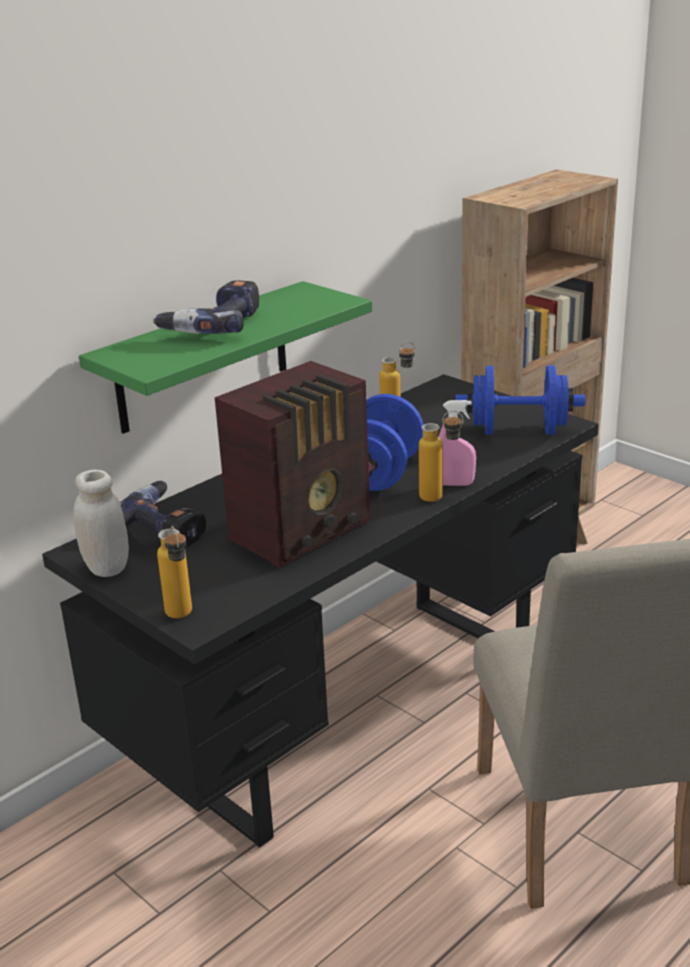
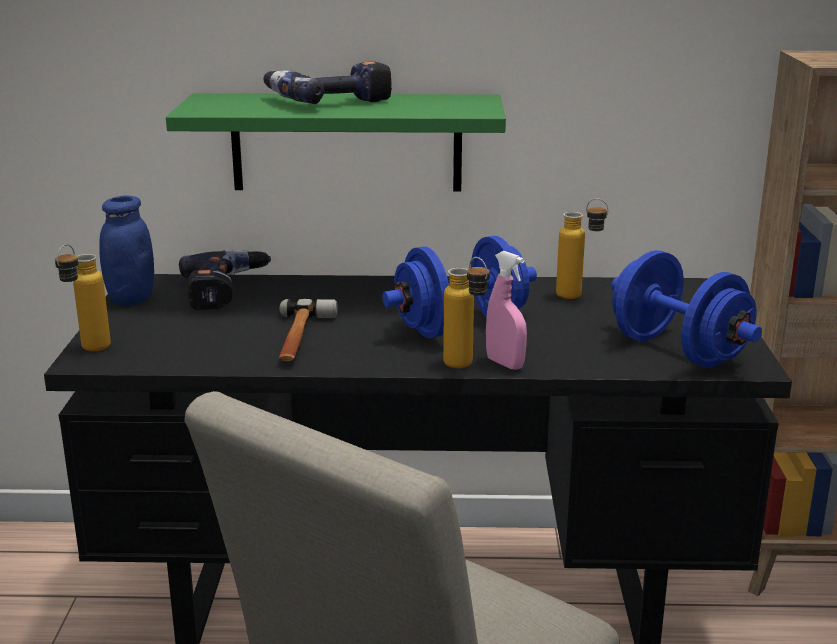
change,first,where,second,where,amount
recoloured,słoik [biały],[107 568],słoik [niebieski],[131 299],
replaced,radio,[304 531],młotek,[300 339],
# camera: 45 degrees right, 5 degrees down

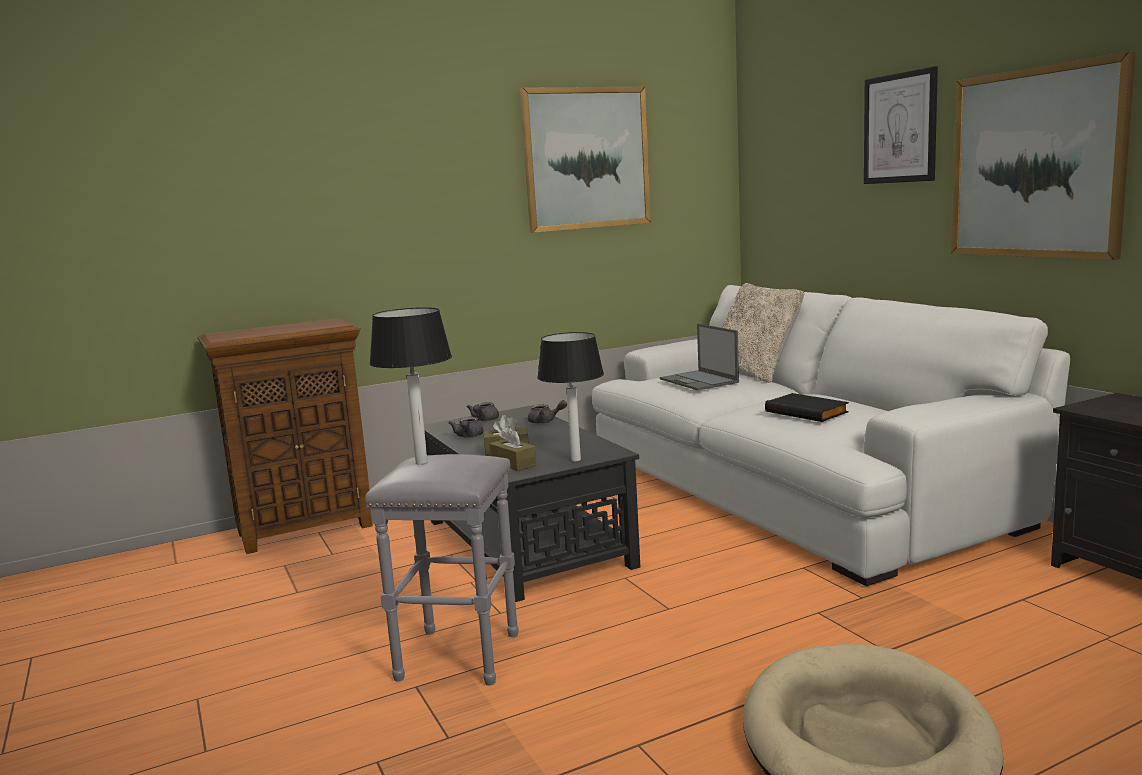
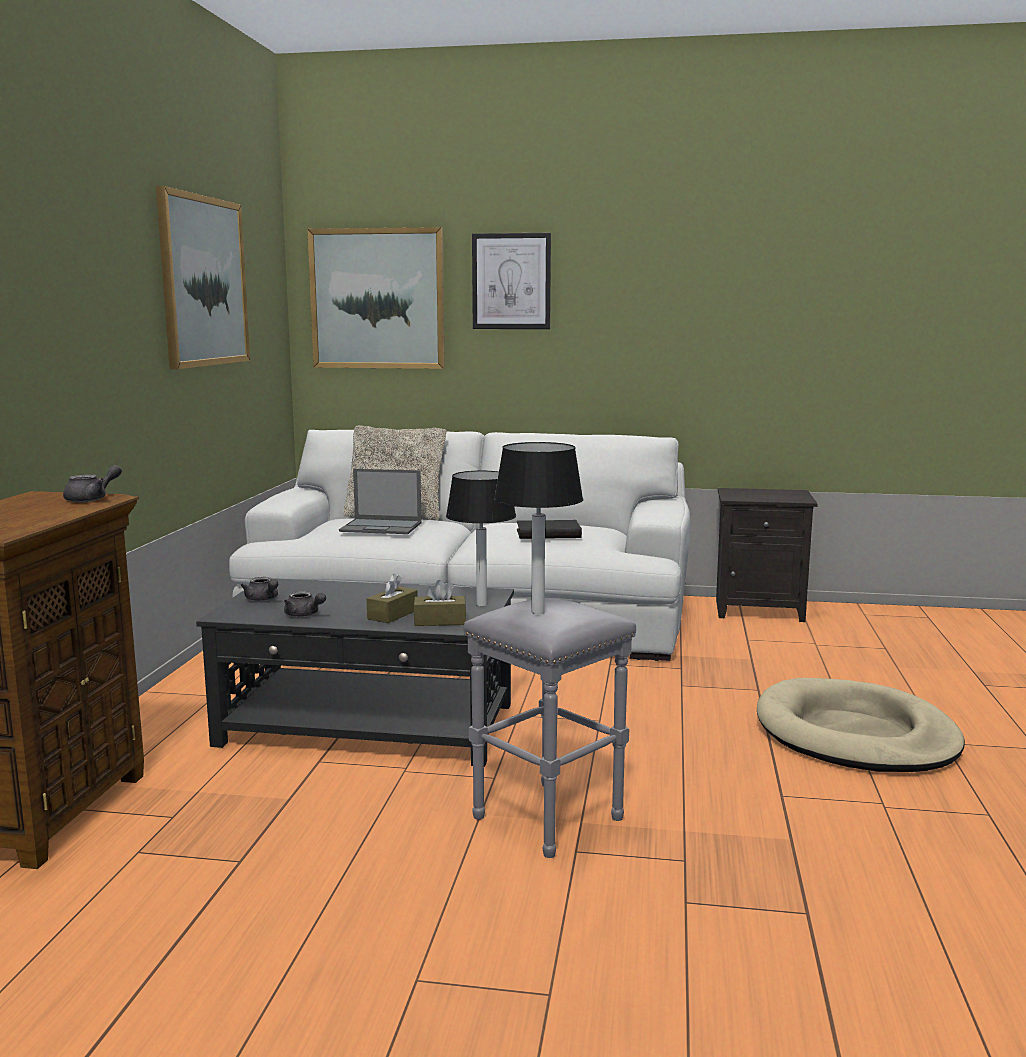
change,first,where,second,where,amount
moved,imbryk [szary],[545 421],,[92 499],
moved,obraz,[1035 163],,[377 299],
# camera: 55 degrees left, 0 degrees up

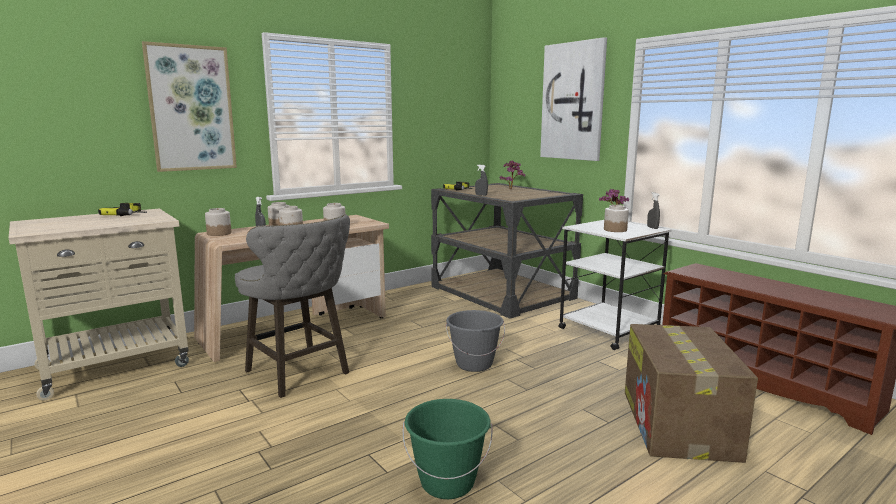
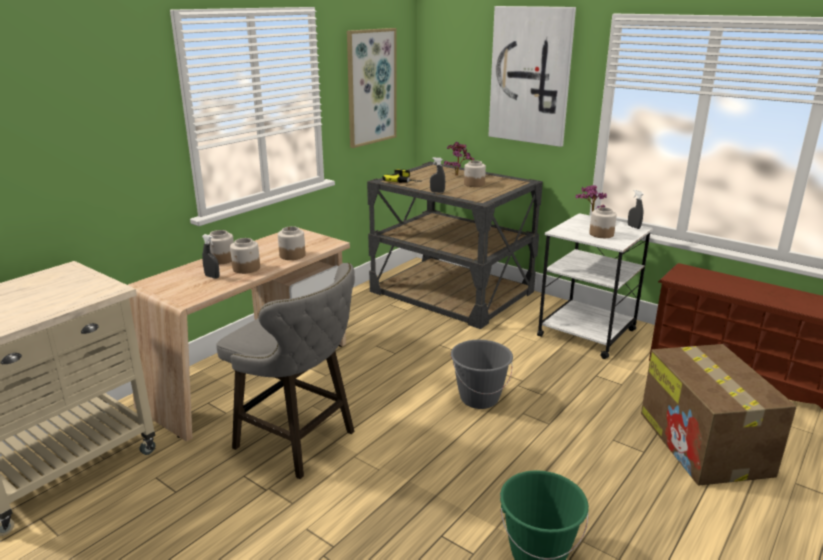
change,first,where,second,where,amount
removed,wiertarka,[132 214],,,
moved,obraz,[191 108],,[371 87],
moved,słoik,[219 233],,[474 184],
# camera: 15 degrees left, 10 degrees up

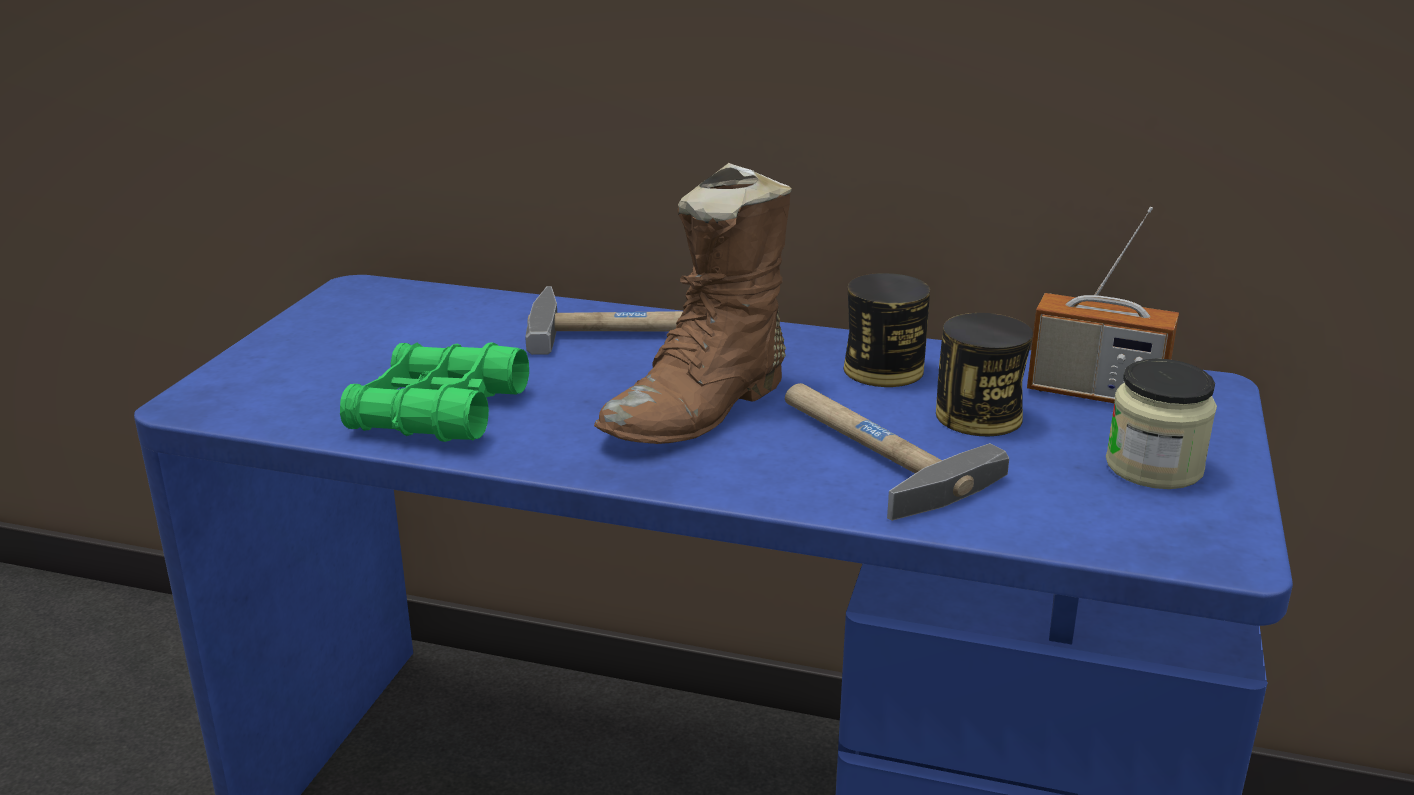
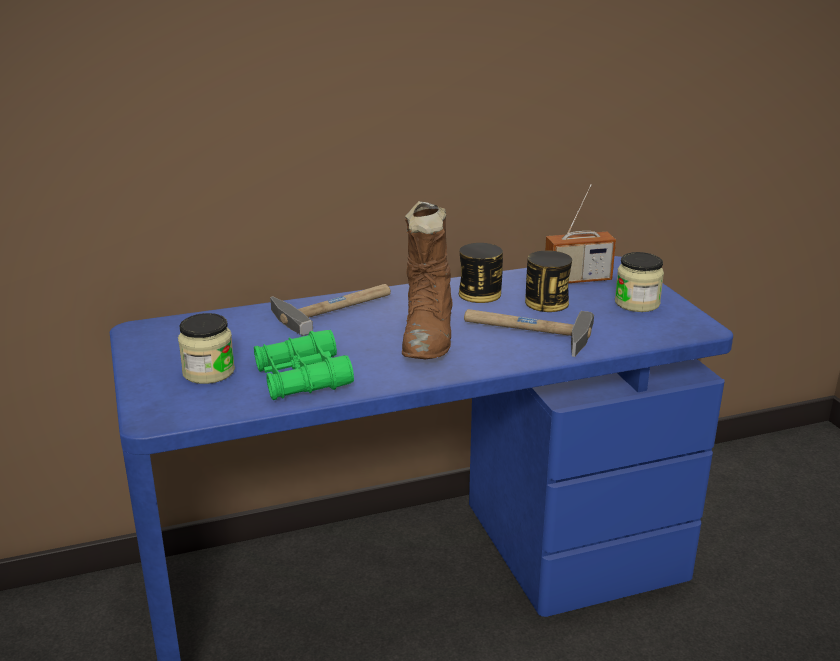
change,first,where,second,where,amount
added,,,słoik,[208 372],
# camera: 35 degrees left, 0 degrees up

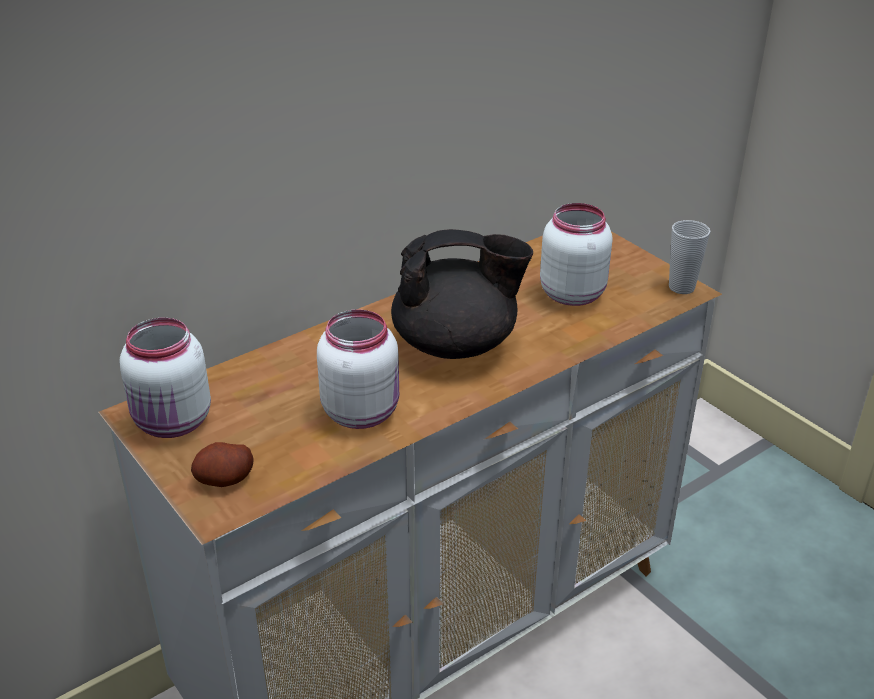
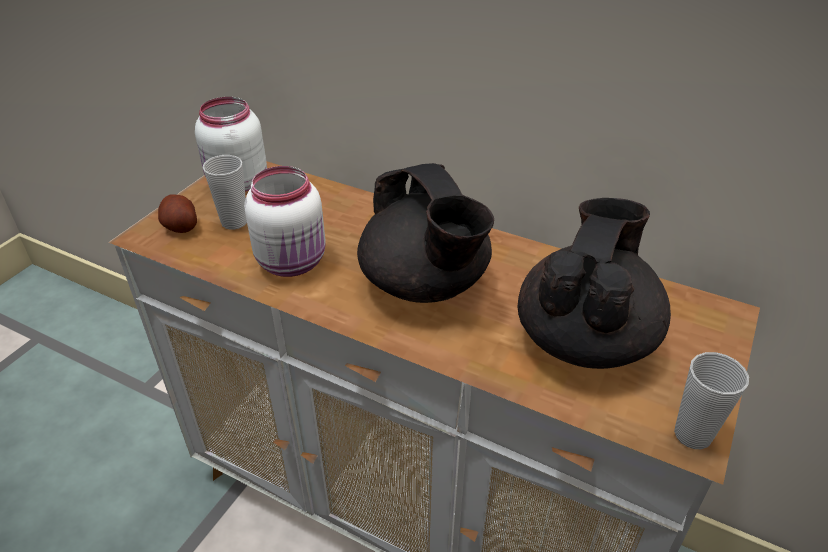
change,first,where,second,where,amount
replaced,słoik [biały],[572 293],imbryk [czarny],[585 338],
added,,,filiżanka,[234 222],
# camera: 65 degrees right, 5 degrees up

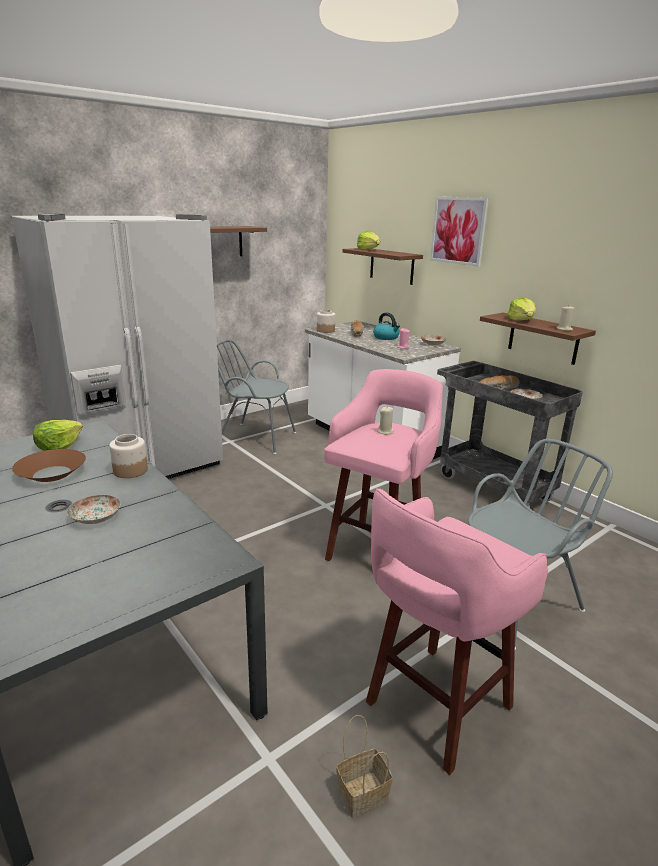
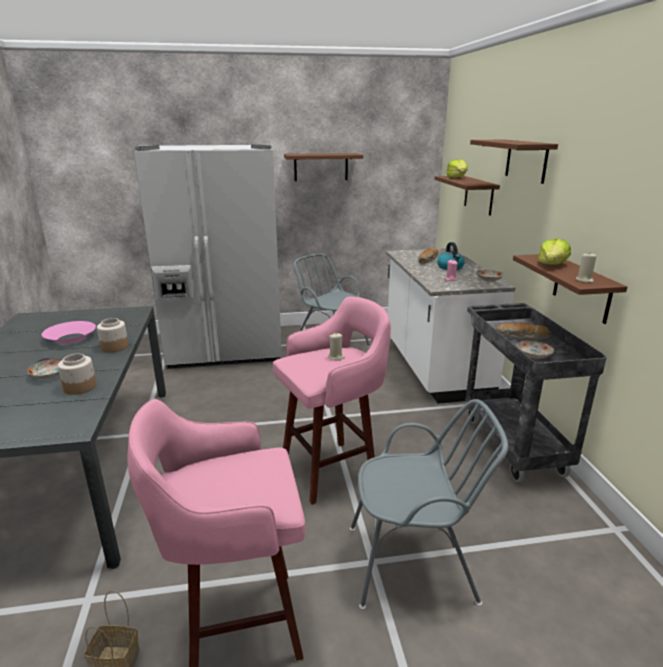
change,first,where,second,where,amount
recoloured,miska [brązowy],[51 473],miska [różowy],[71 338],
removed,sałata,[59 447],,,
moved,słoik,[325 330],,[80 387],
replaced,obraz,[458 230],półka [brązowy],[526 160],
# camera: 30 degrees right, 0 degrees up

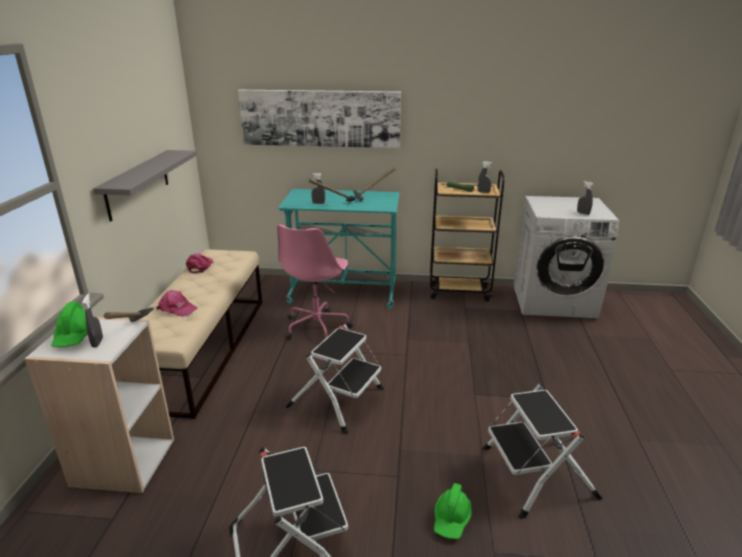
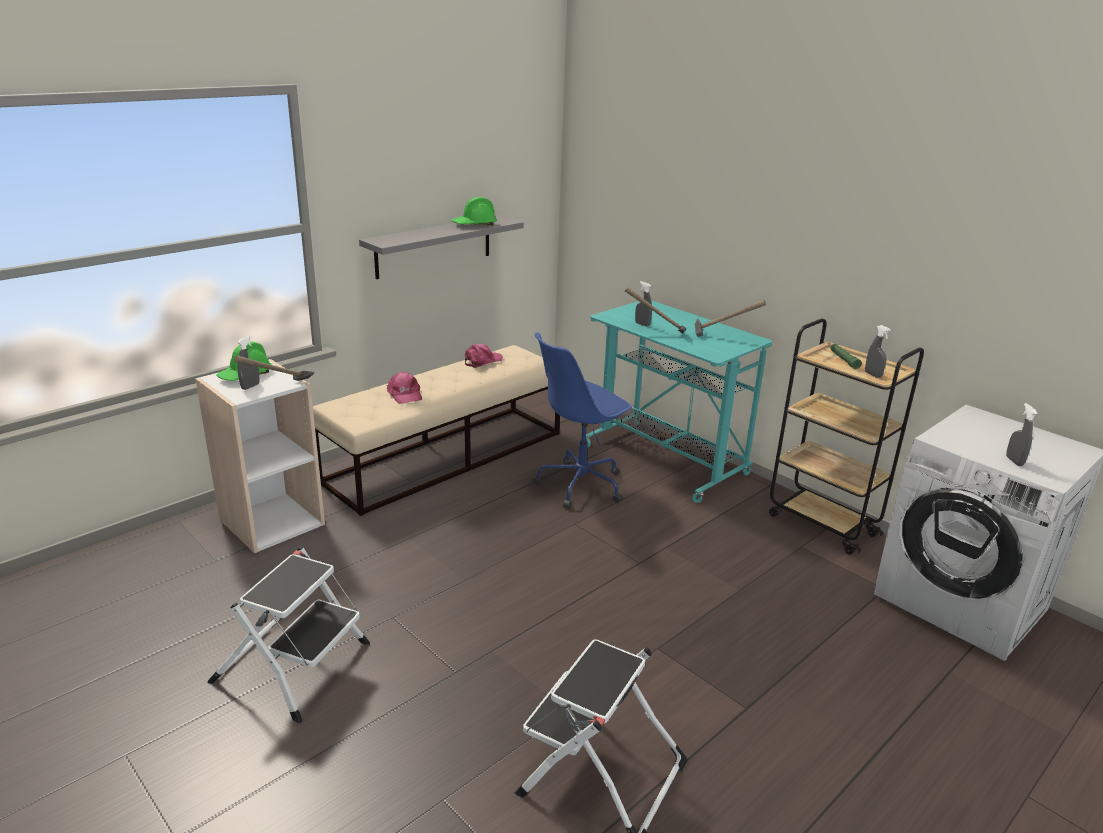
change,first,where,second,where,amount
removed,obraz,[320 118],,,
recoloured,krzesło biurowe [różowy],[316 328],krzesło biurowe [niebieski],[578 486],
removed,drabinka,[336 399],,,
moved,kask [zielony],[451 519],,[474 224],
# camera: 40 degrees right, 0 degrees up

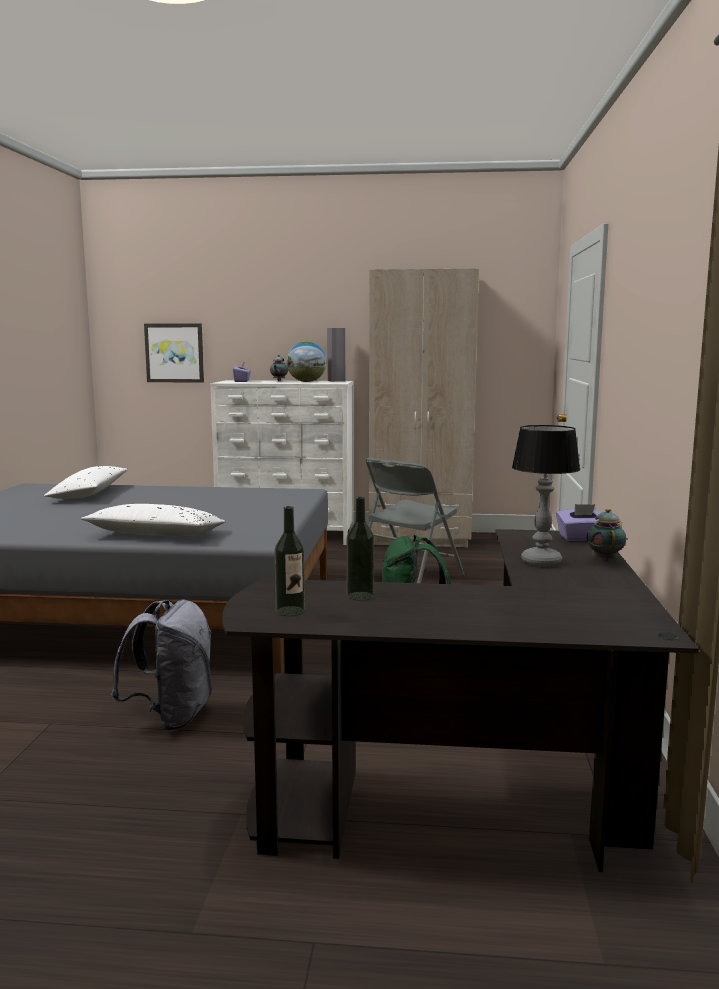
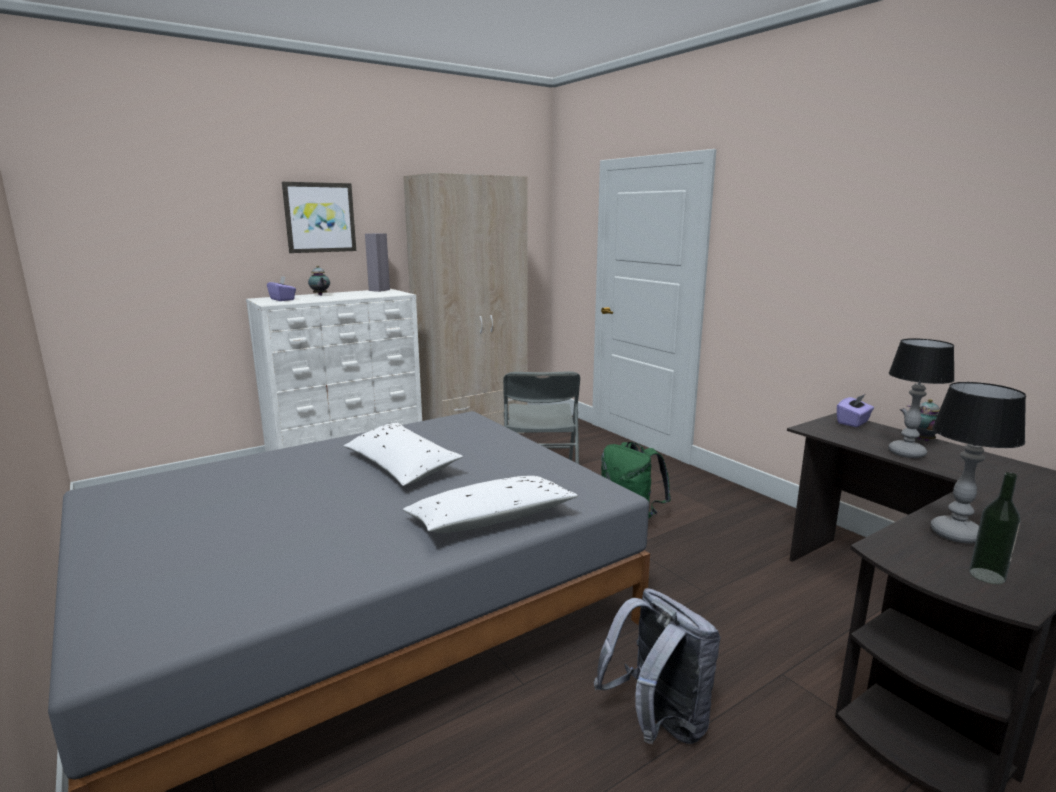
change,first,where,second,where,amount
moved,poduszka [biały],[89 493],,[401 465],
moved,obraz,[174 353],,[319 217],
removed,globus,[306 382],,,
replaced,butelka,[360 596],lampa stołowa,[956 534],
# camera: 40 degrees left, 5 degrees up

